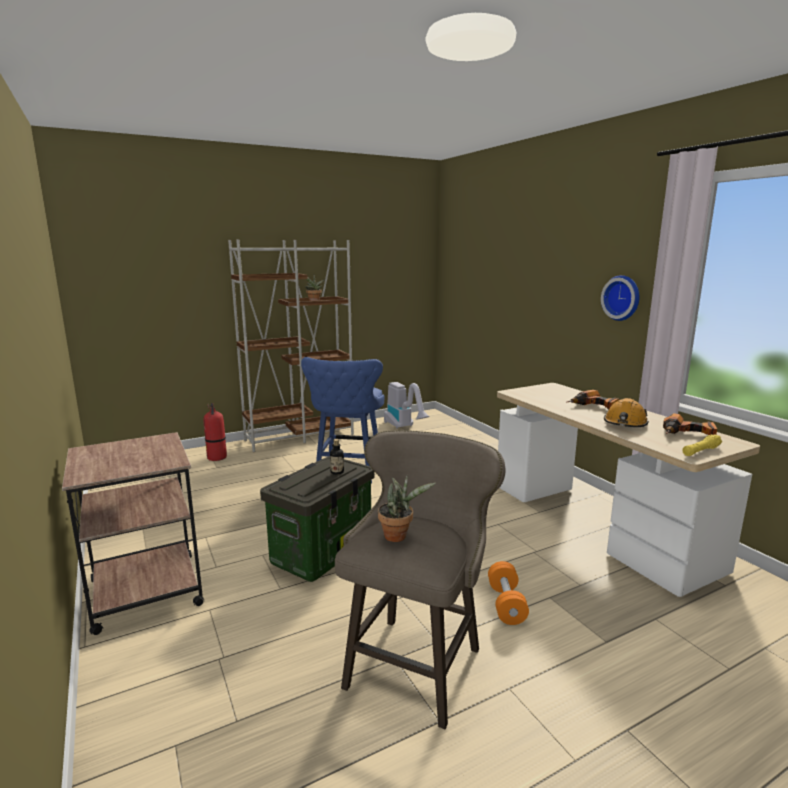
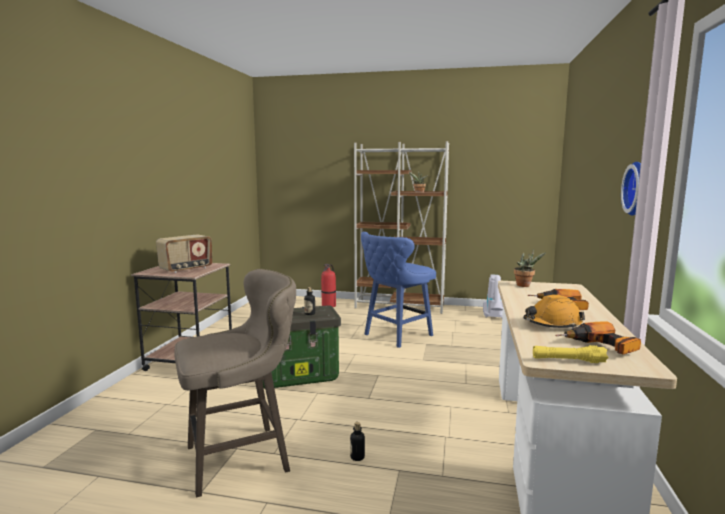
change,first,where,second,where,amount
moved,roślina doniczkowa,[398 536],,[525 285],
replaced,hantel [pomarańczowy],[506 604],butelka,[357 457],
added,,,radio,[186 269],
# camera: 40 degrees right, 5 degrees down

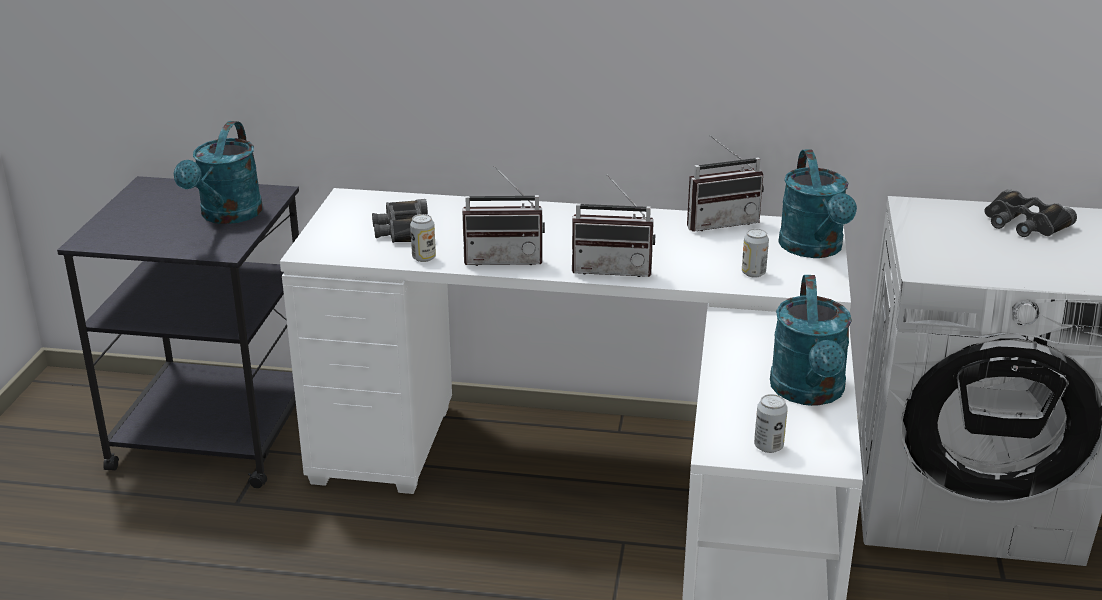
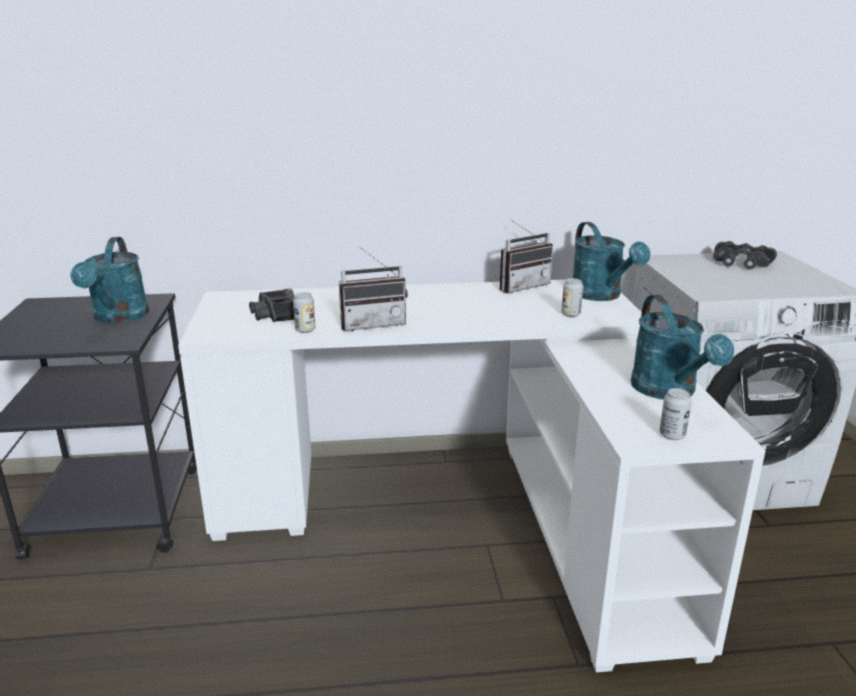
change,first,where,second,where,amount
removed,radio,[613 268],,,
# camera: 15 degrees left, 5 degrees down

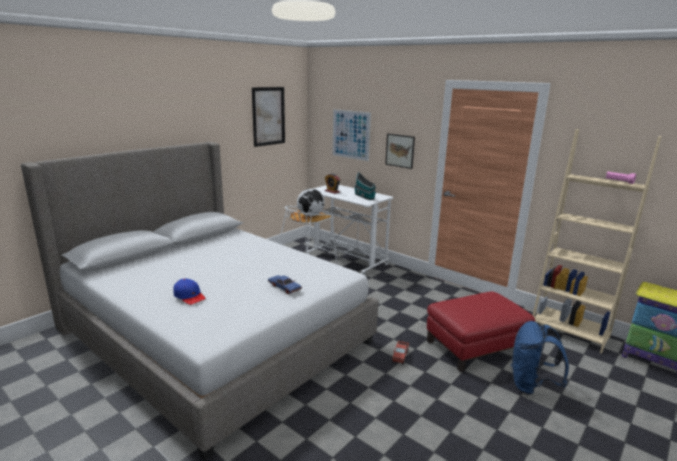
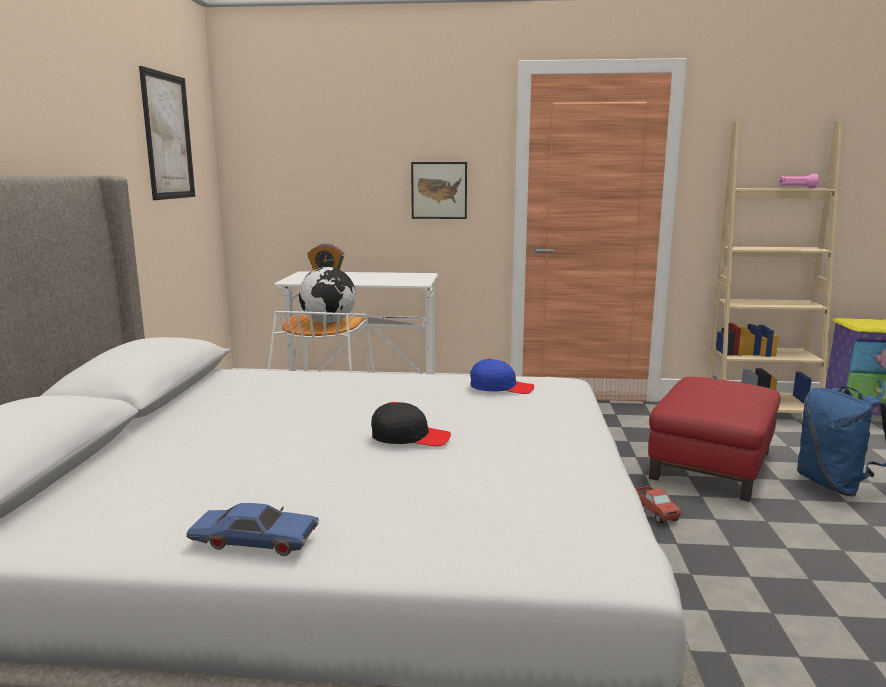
change,first,where,second,where,amount
moved,czapka z daszkiem [niebieski],[189 296],,[501 388],
moved,samochodzik [niebieski],[284 288],,[254 541],
removed,obraz,[351 134],,,
removed,domek,[365 197],,,
added,,,czapka z daszkiem [czarny],[410 437],
# camera: 35 degrees left, 5 degrees down

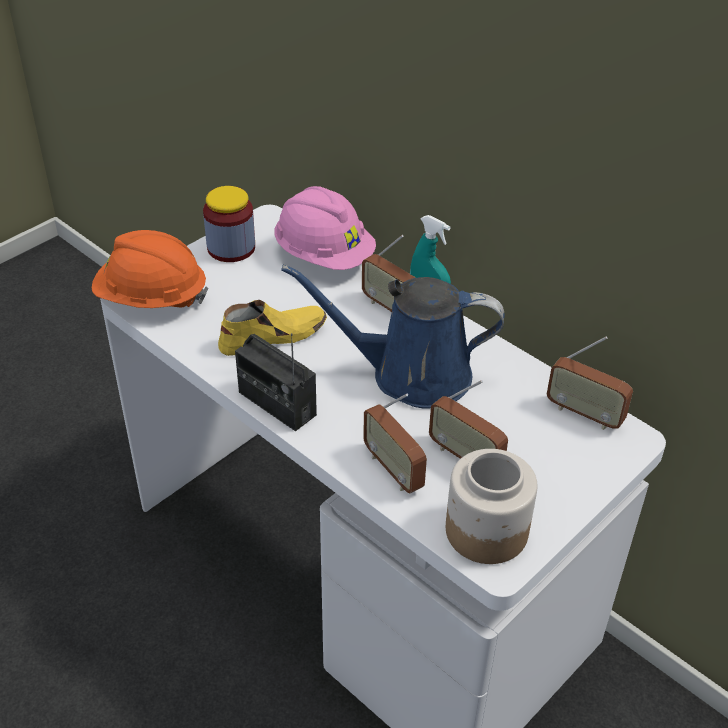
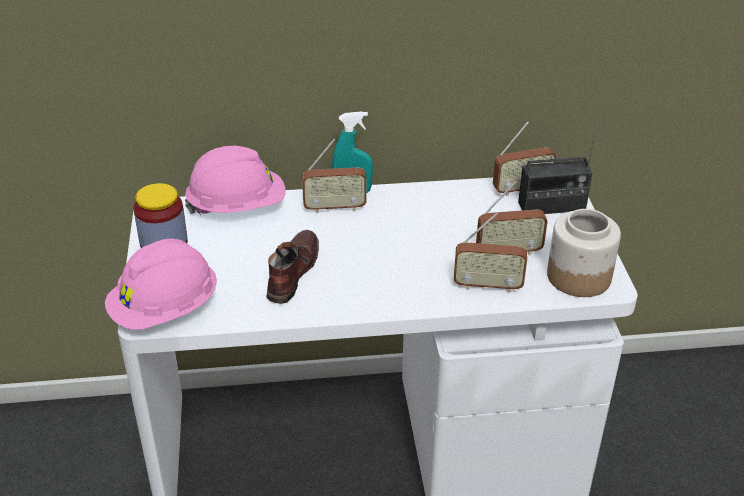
change,first,where,second,where,amount
recoloured,kask [pomarańczowy],[151 298],kask [różowy],[165 311],
recoloured,but [żółty],[272 336],but [brązowy],[292 272],
moved,radio,[276 404],,[551 206],
removed,konewka [niebieski],[411 374],,,
# camera: 50 degrees left, 5 degrees down

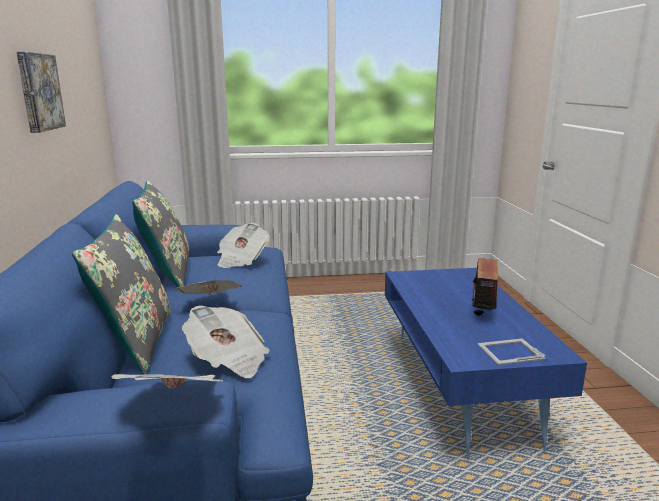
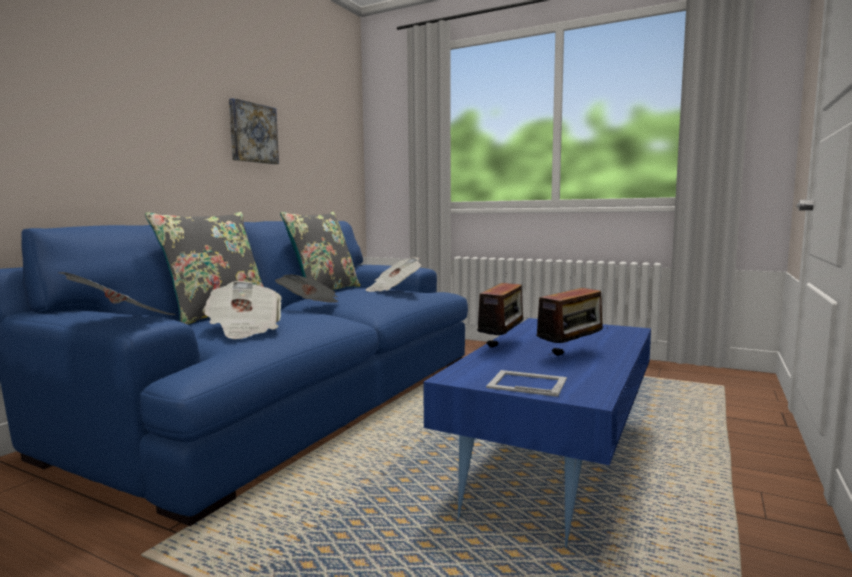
change,first,where,second,where,amount
added,,,radio,[502 345],
# camera: 35 degrees right, 10 degrees down

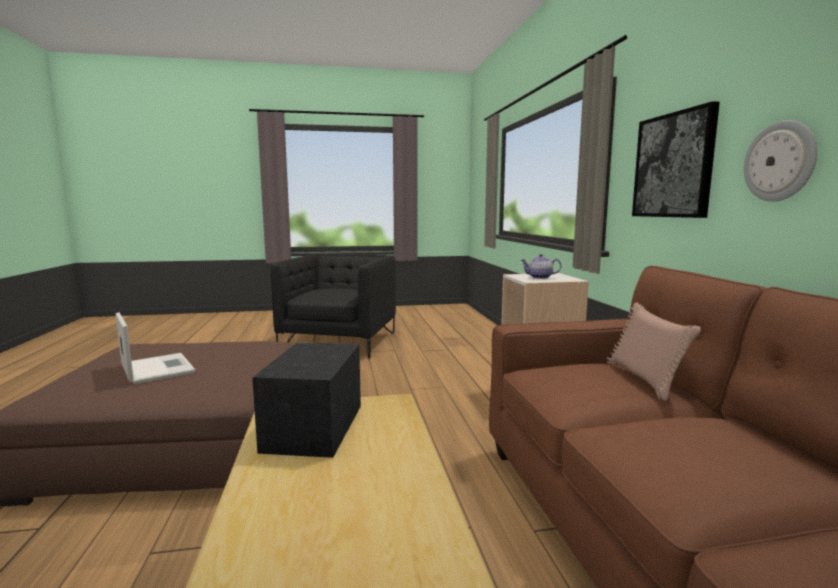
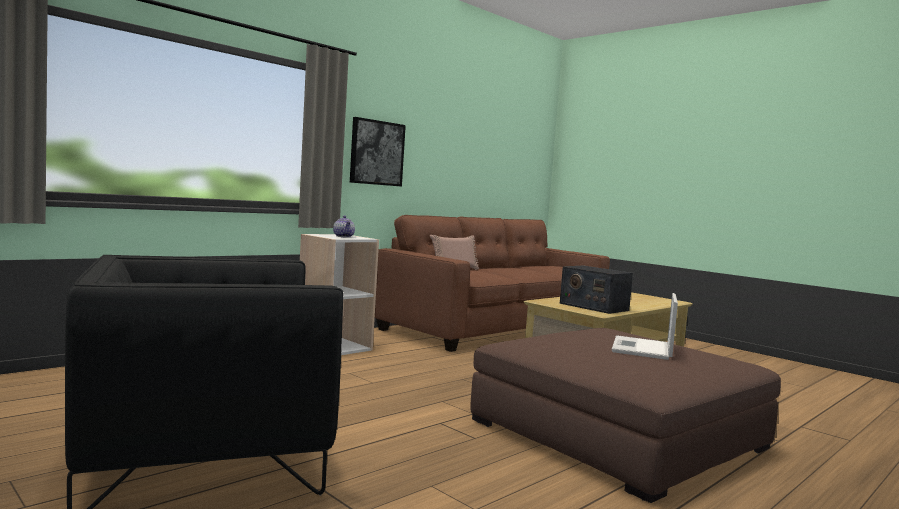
change,first,where,second,where,amount
turned,radio,[314 427],,[593 307],75 degrees clockwise
removed,zegar ścienny,[780 161],,,
# camera: 125 degrees left, 5 degrees down

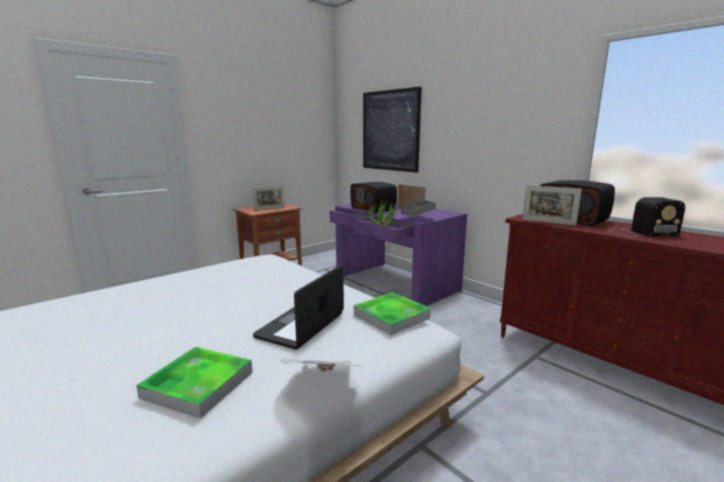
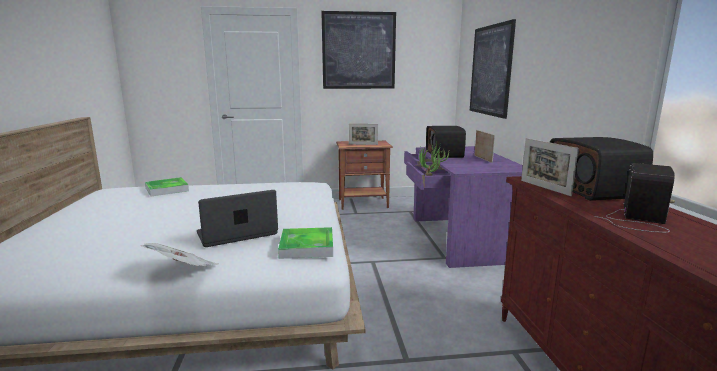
change,first,where,second,where,amount
moved,taca,[198 385],,[167 189],
removed,gazeta,[417 218],,,
turned,radio,[640 232],,[639 219],90 degrees counterclockwise
added,,,obraz,[359 51],
# camera: 35 degrees right, 0 degrees up

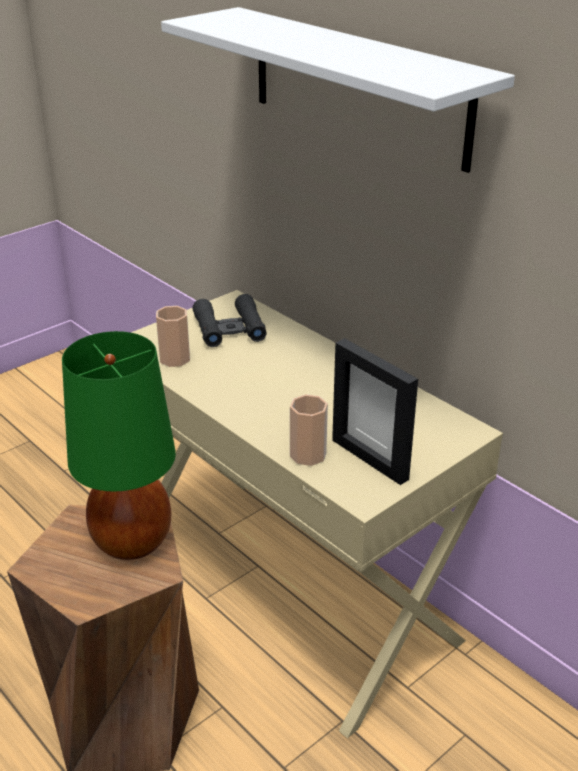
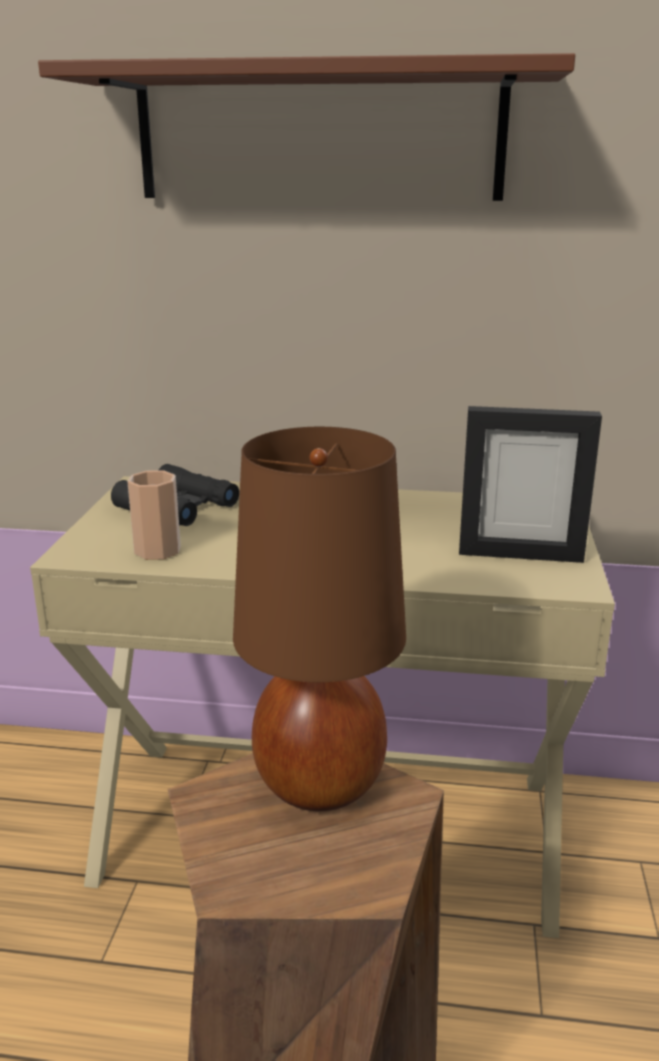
change,first,where,second,where,amount
recoloured,lampa stołowa [zielony],[131 541],lampa stołowa [brązowy],[318 784],
recoloured,półka [biały],[357 86],półka [brązowy],[319 135],
removed,filiżanka,[308 455],,,
# camera: 40 degrees left, 10 degrees down

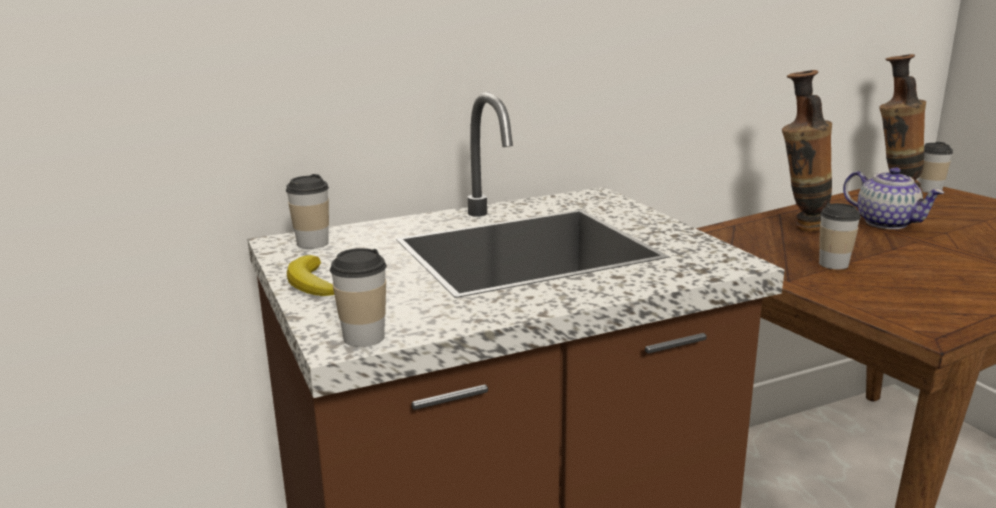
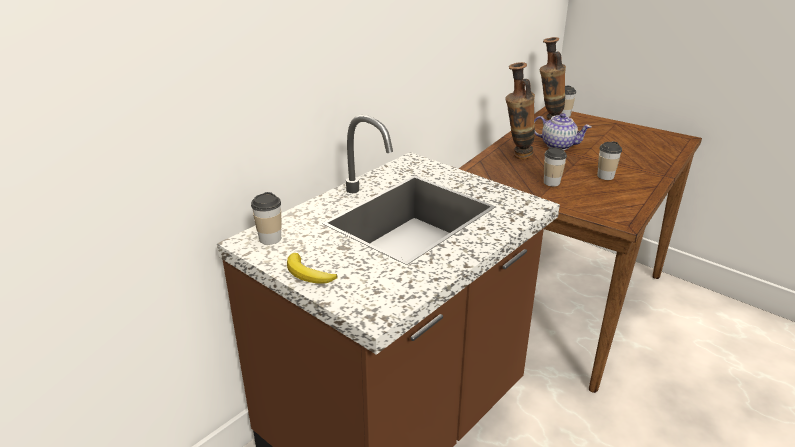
change,first,where,second,where,amount
moved,filiżanka,[364 337],,[605 176],
# camera: 25 degrees left, 10 degrees up

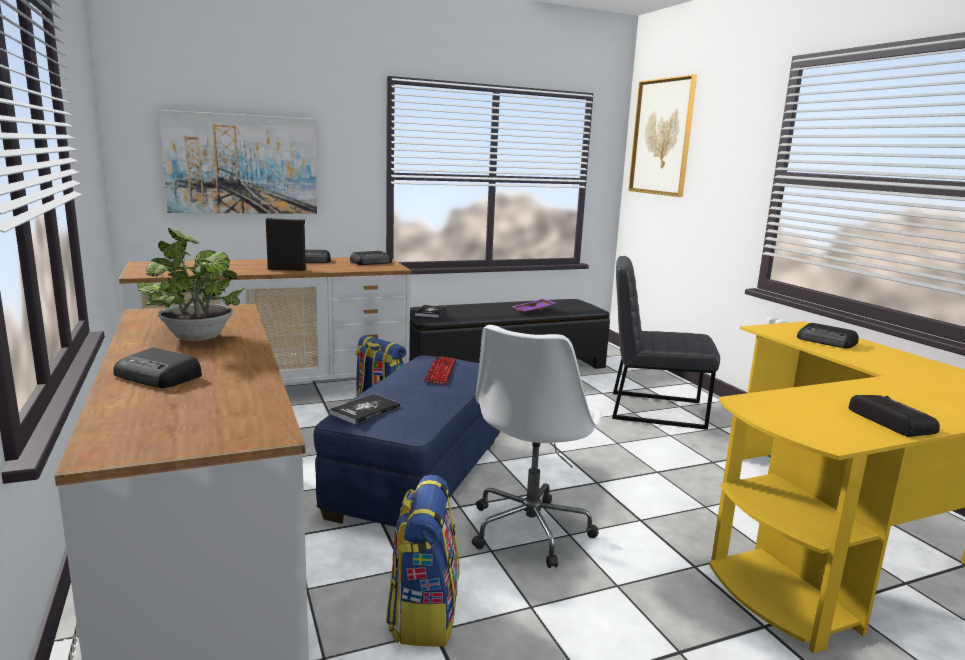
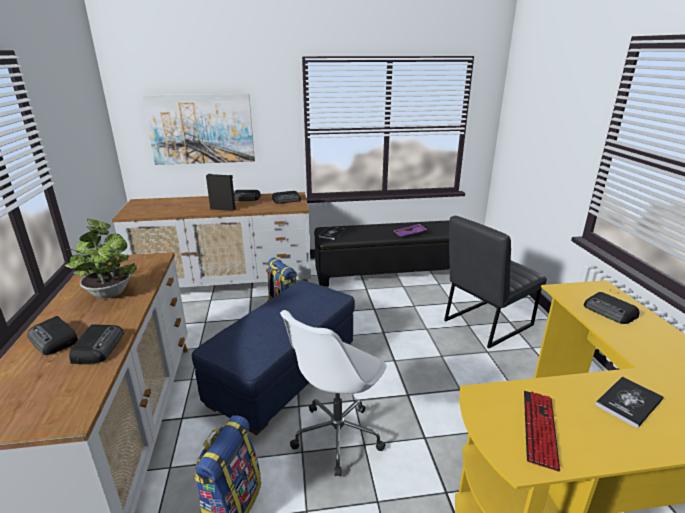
change,first,where,second,where,amount
moved,książka,[365 410],,[628 402],
moved,klawiatura,[440 372],,[539 429],
turned,krzesło [szary],[653 409],,[486 323],60 degrees counterclockwise
removed,obraz,[662 137],,,
moved,radio,[890 421],,[98 347],
# camera: 15 degrees right, 10 degrees up

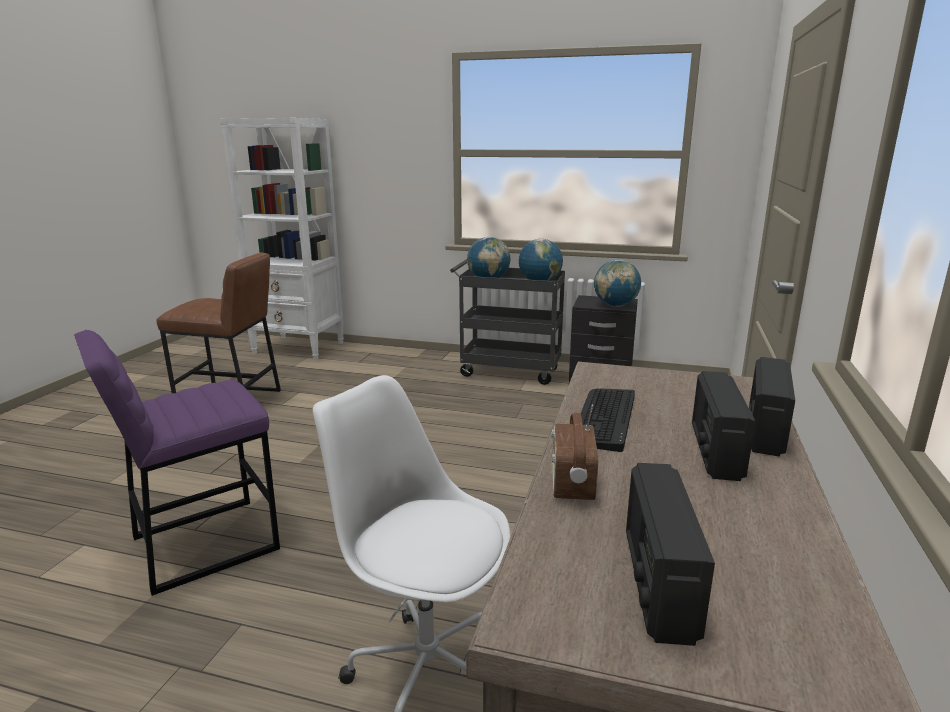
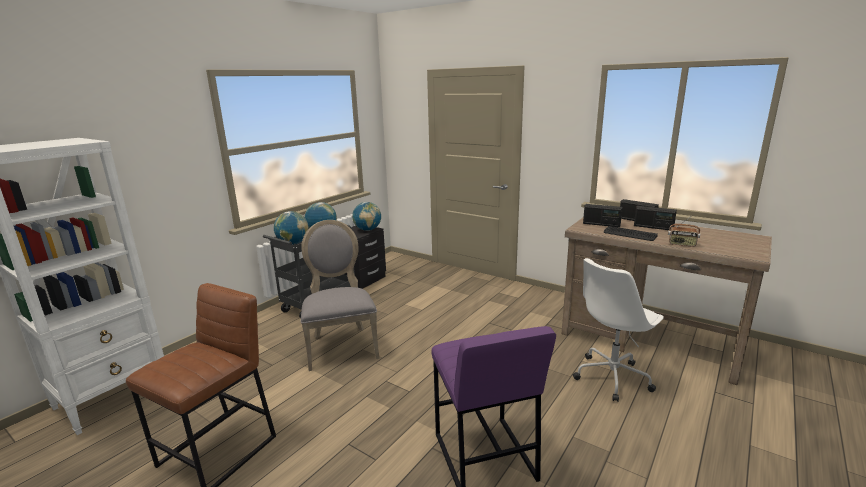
change,first,where,second,where,amount
moved,radio,[658 582],,[601 224],
added,,,krzesło [szary],[341 345],
# camera: 70 degrees left, 0 degrees up

